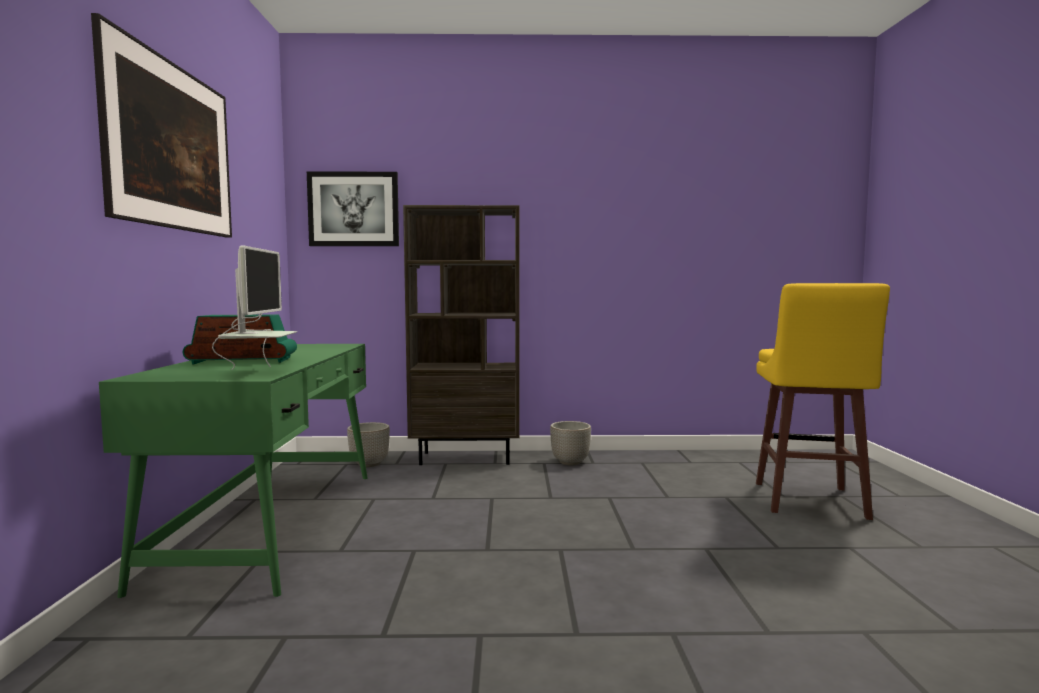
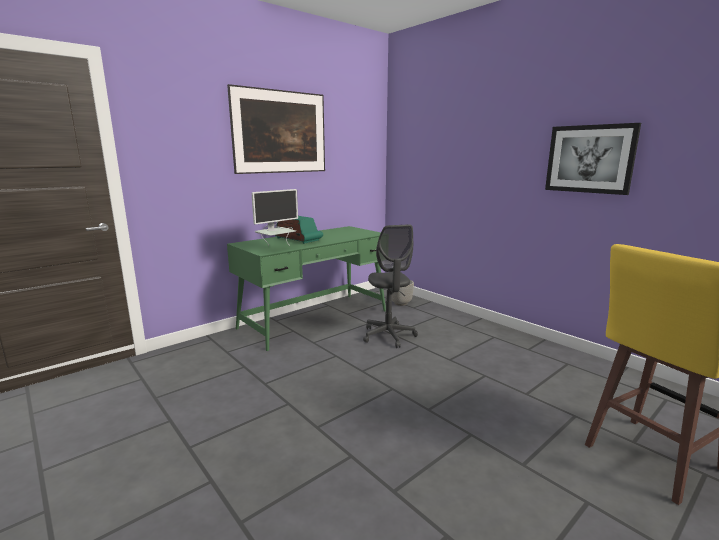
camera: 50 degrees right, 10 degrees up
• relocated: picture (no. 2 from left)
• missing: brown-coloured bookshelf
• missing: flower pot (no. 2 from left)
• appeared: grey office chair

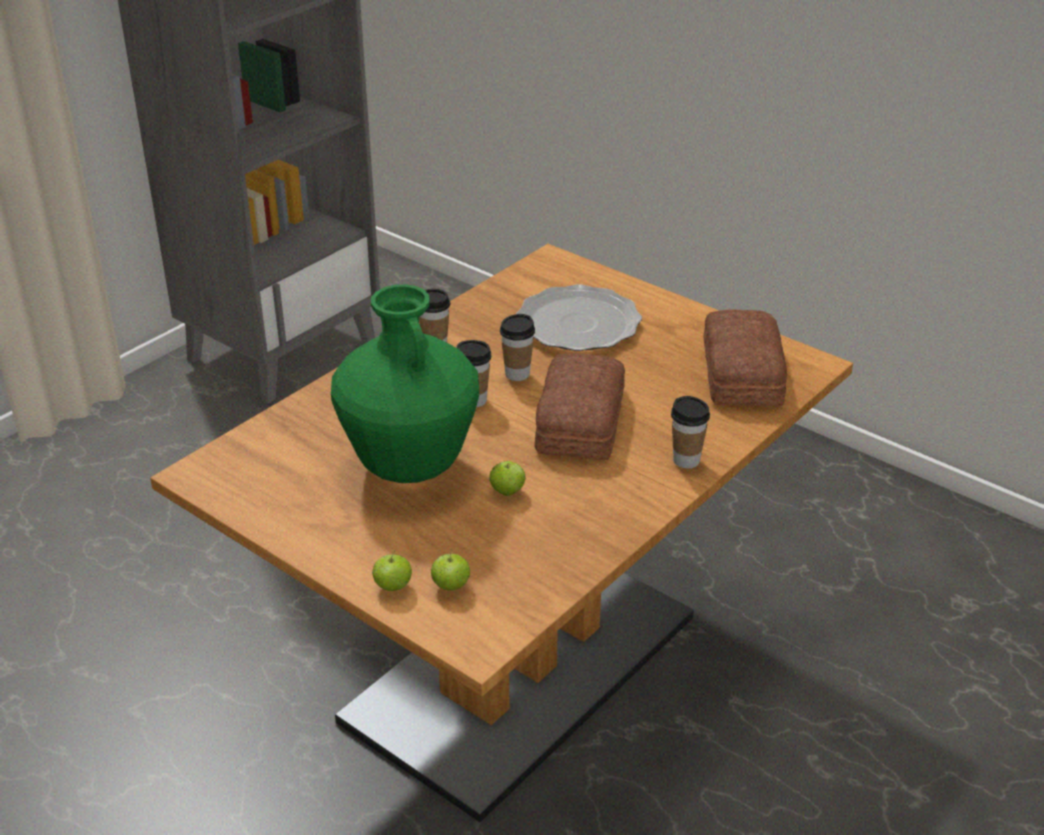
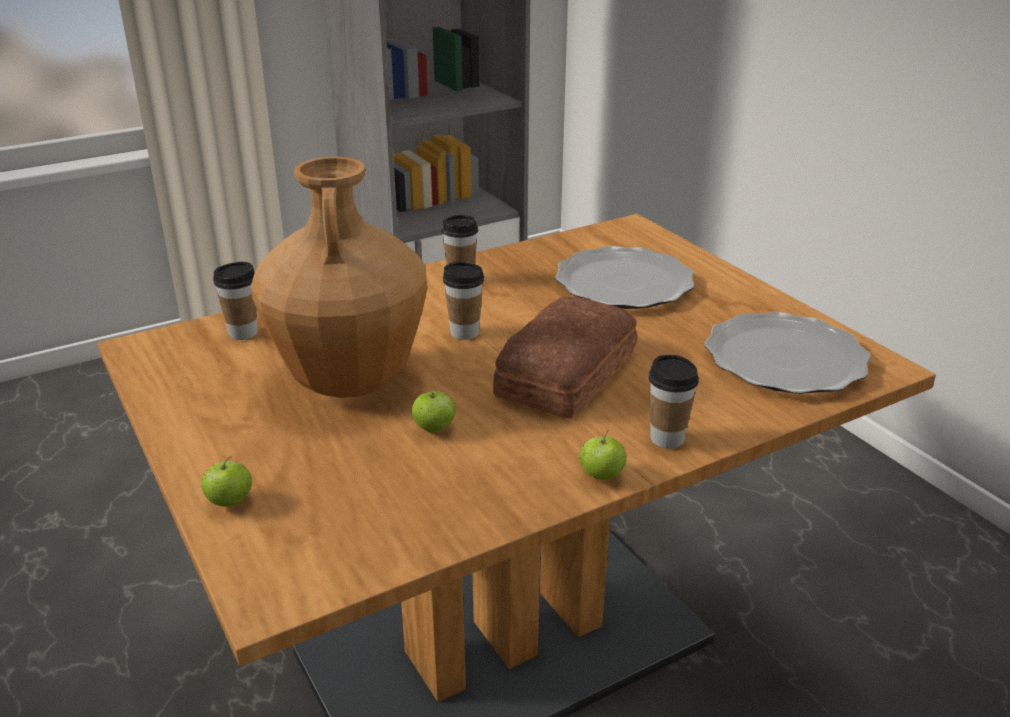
camera: 20 degrees right, 5 degrees down
• colour: green-coloured flower vase to brown-coloured flower vase
• relocated: apple fruit (no. 2 from left in the first image) to apple fruit (no. 3 from left)
• relocated: cup (no. 3 from left in the first image) to cup (no. 1 from left)
• exchanged: bread (no. 2 from left) to dinner plate (no. 2 from left)

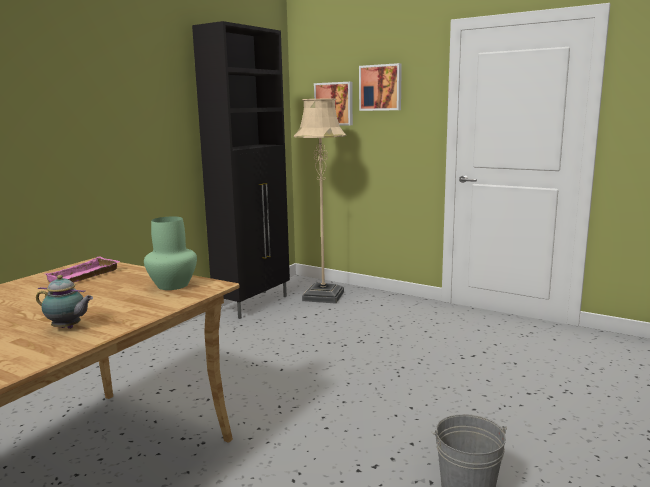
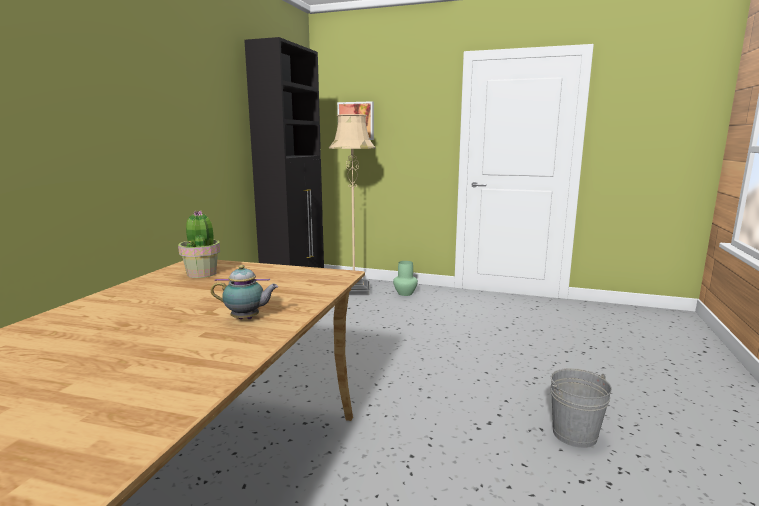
camera: 15 degrees left, 0 degrees up
• exchanged: pink-coloured serving tray to plant in a pot
• relocated: green-coloured flower vase
• missing: picture (no. 2 from left)

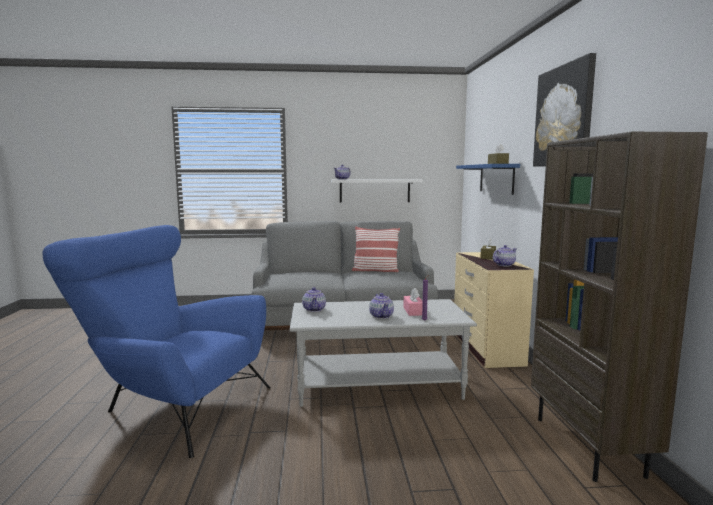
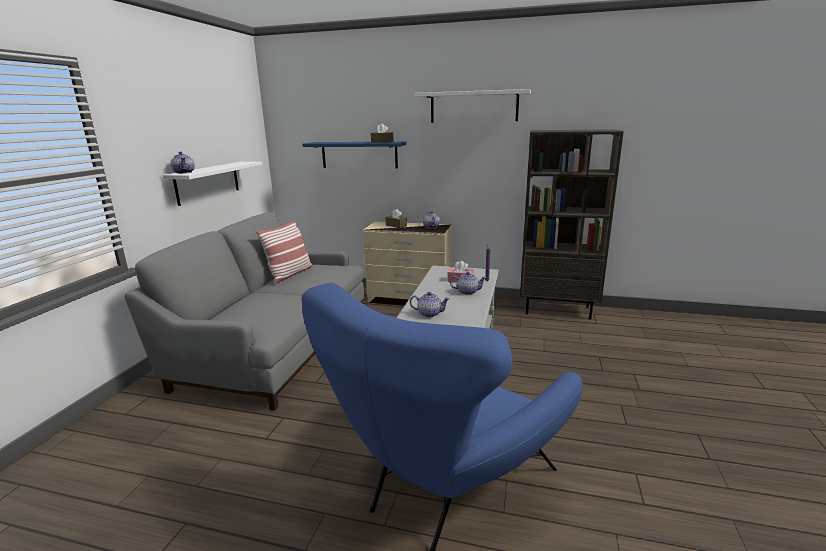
camera: 70 degrees left, 10 degrees up
• exchanged: picture to white shelf (no. 2 from left)

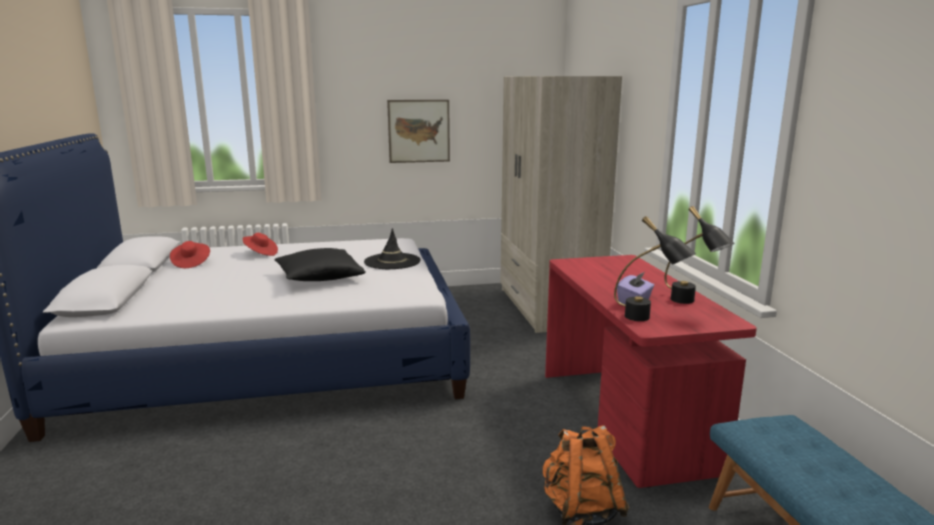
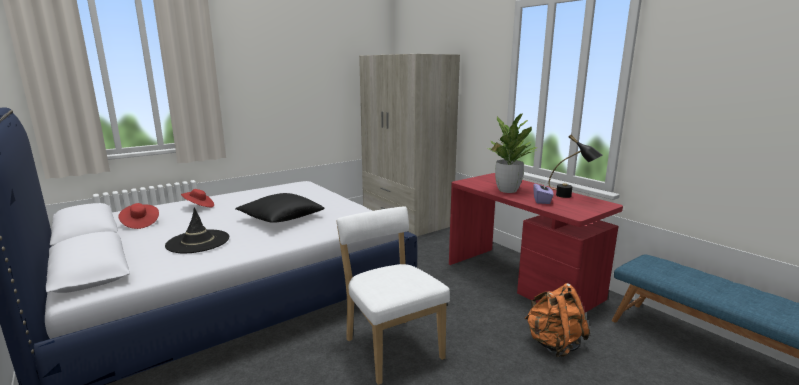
camera: 25 degrees left, 0 degrees up
• relocated: blackish wearable hat
• missing: picture
• missing: blackish lamp for a table (no. 1 from left)
• appeared: white upright chair
• appeared: plant in a pot

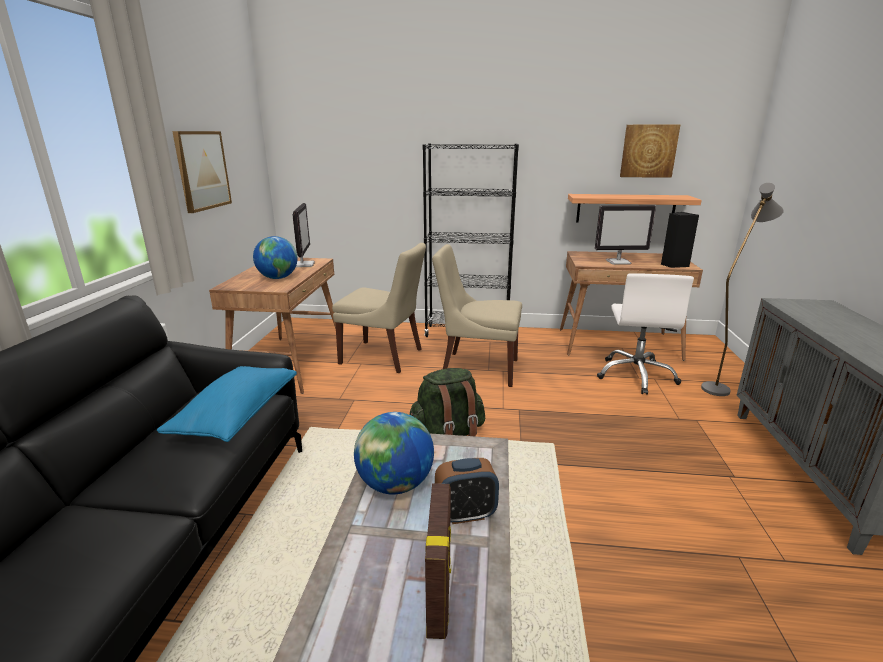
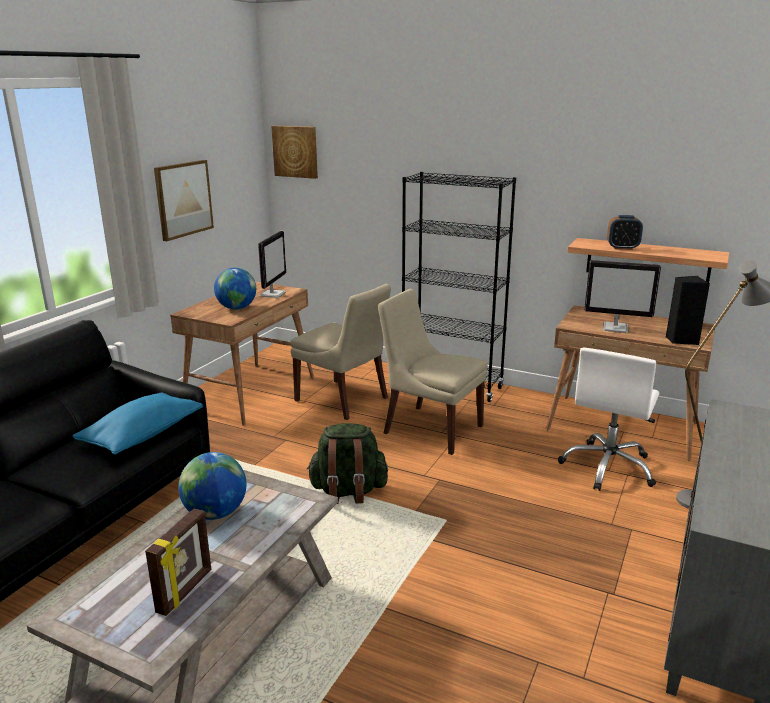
camera: 20 degrees right, 0 degrees up
• relocated: table clock
• relocated: picture (no. 2 from left)

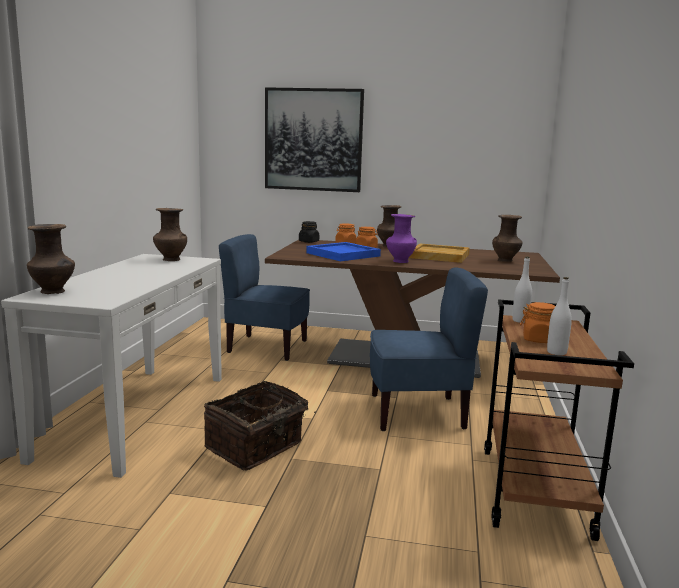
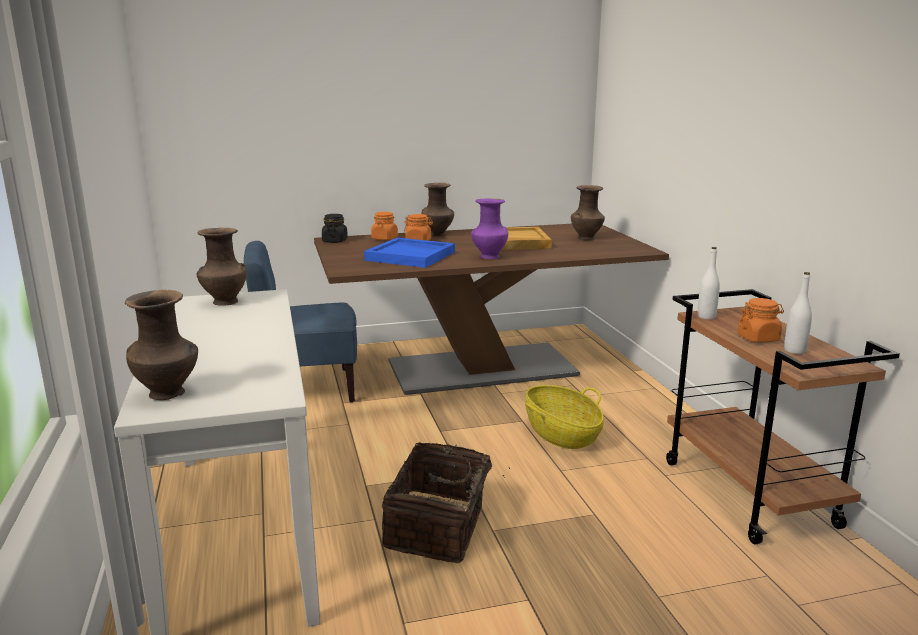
camera: 25 degrees left, 5 degrees up
• missing: picture
• exchanged: blue upright chair (no. 2 from left) to storage basket (no. 2 from left)

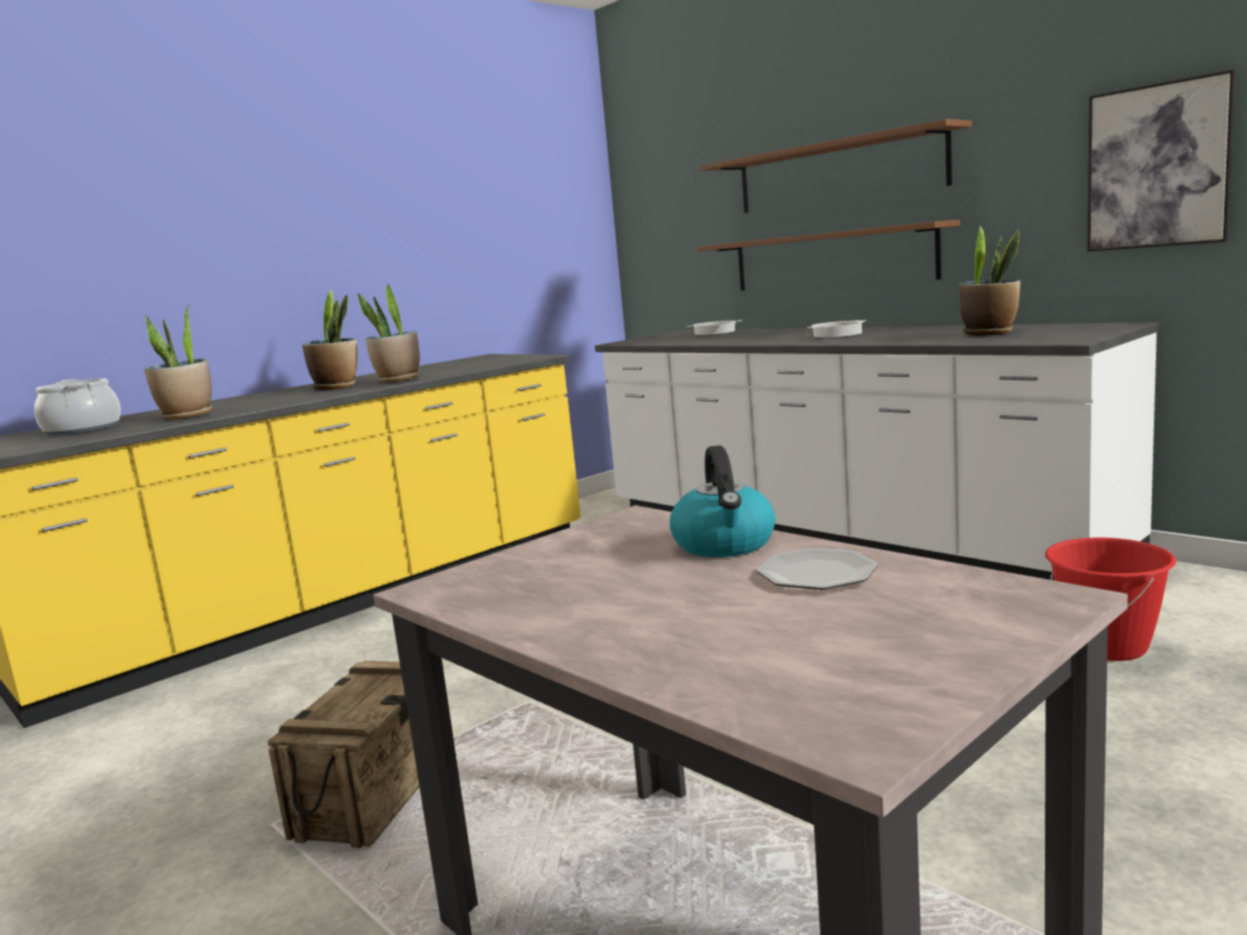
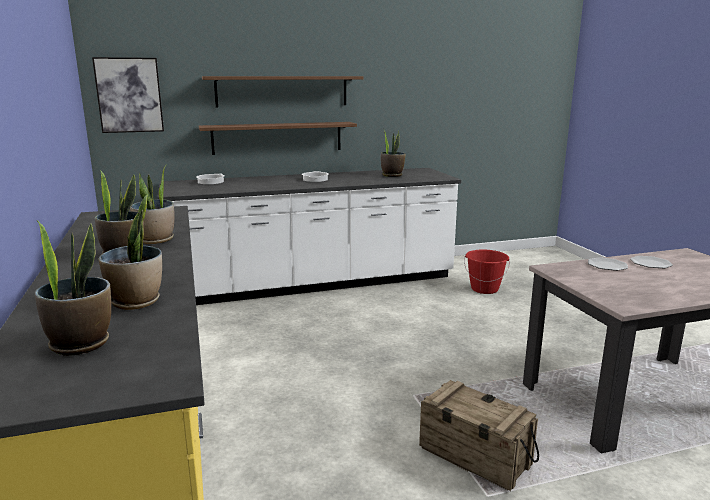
camera: 65 degrees left, 5 degrees up
• exchanged: stockpot (no. 1 from left) to plant in a pot (no. 1 from left)
• exchanged: tea kettle to dinner plate (no. 1 from left)
• relocated: picture

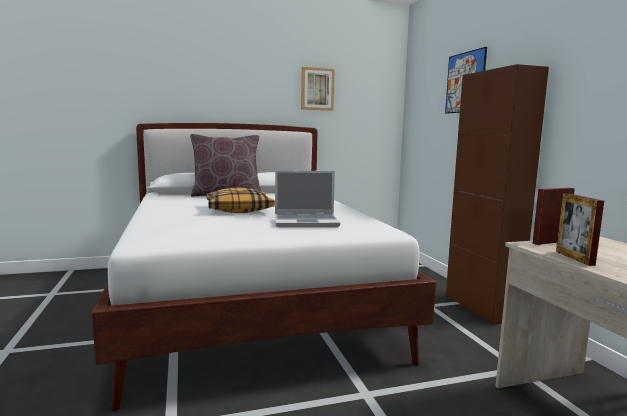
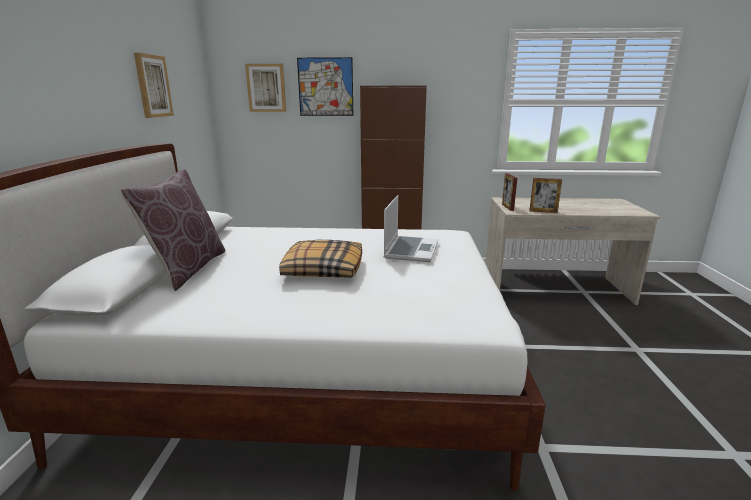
camera: 70 degrees left, 10 degrees up
• appeared: picture (no. 2 from left)

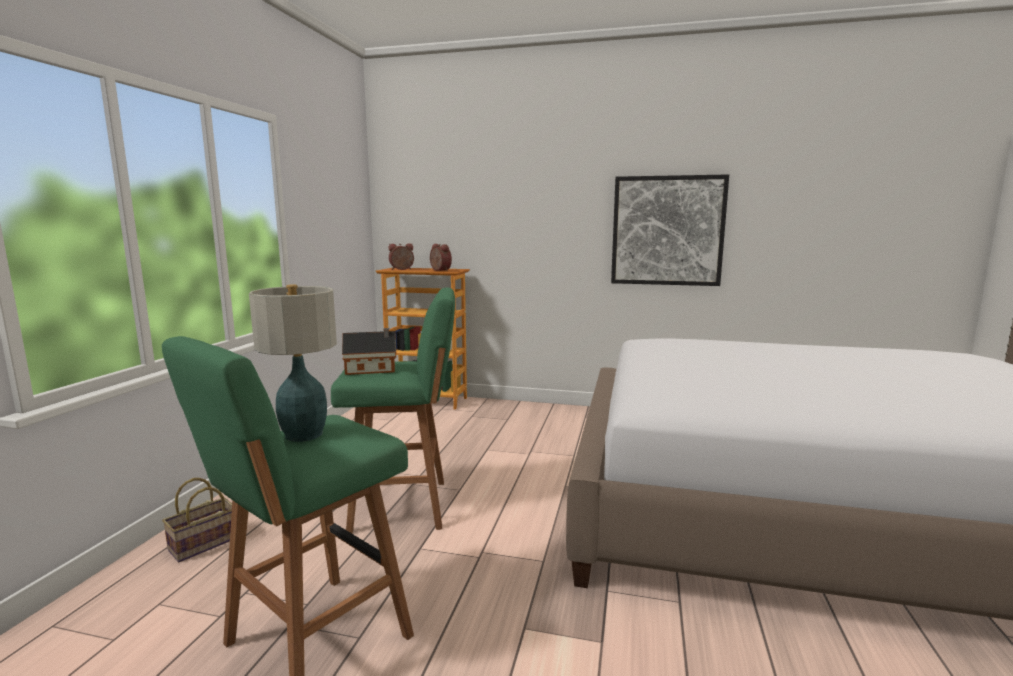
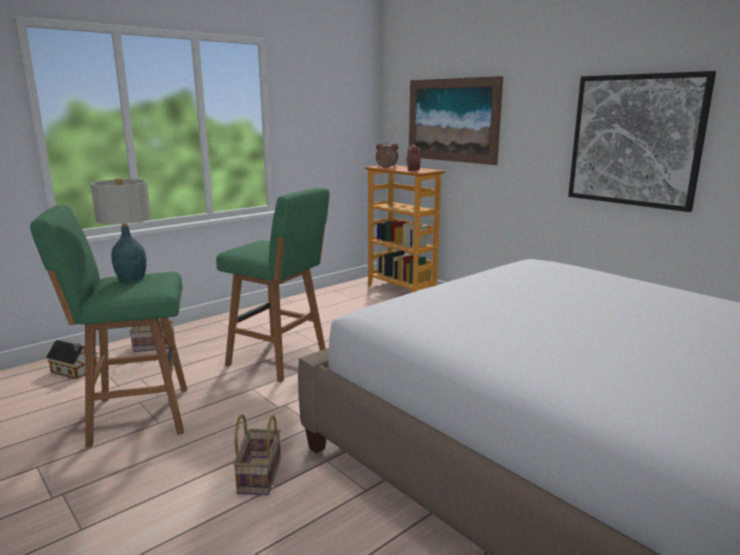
camera: 35 degrees right, 5 degrees up
• relocated: model house
• appeared: storage basket (no. 2 from left)
• appeared: picture (no. 1 from left)

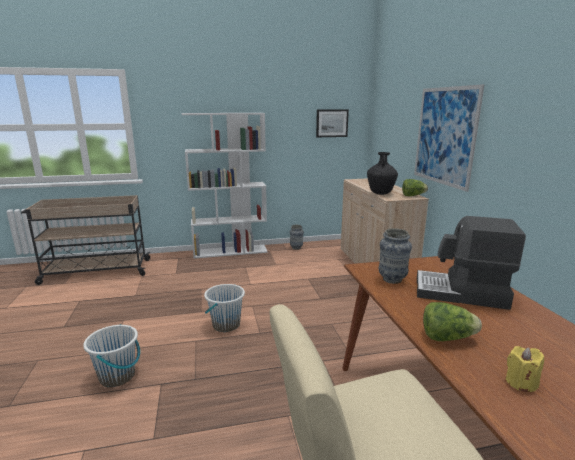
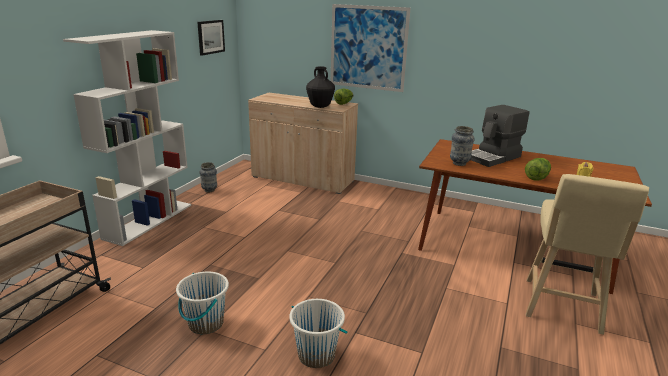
camera: 55 degrees left, 5 degrees up
• relocated: white water bucket (no. 2 from left in the first image) to white water bucket (no. 1 from left)

